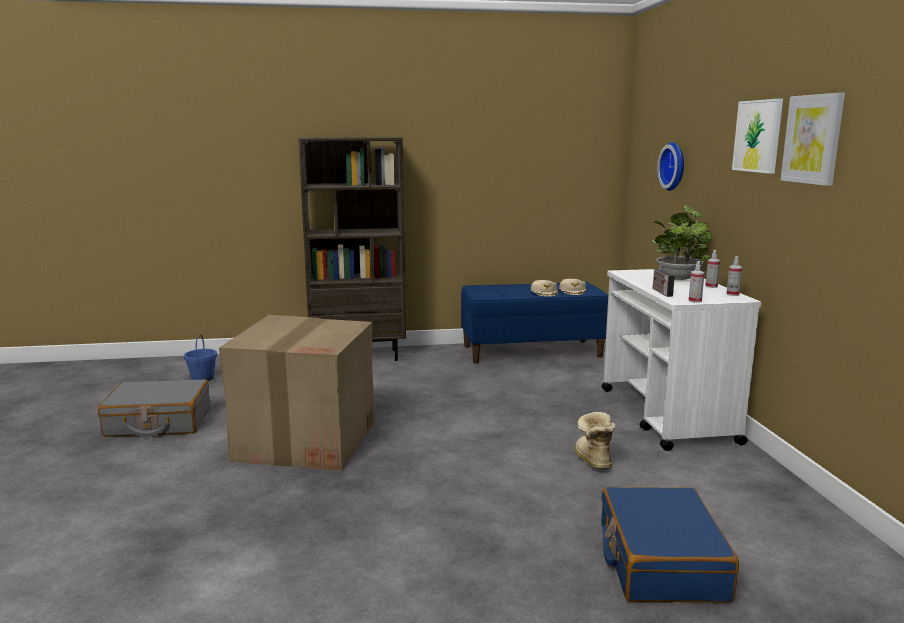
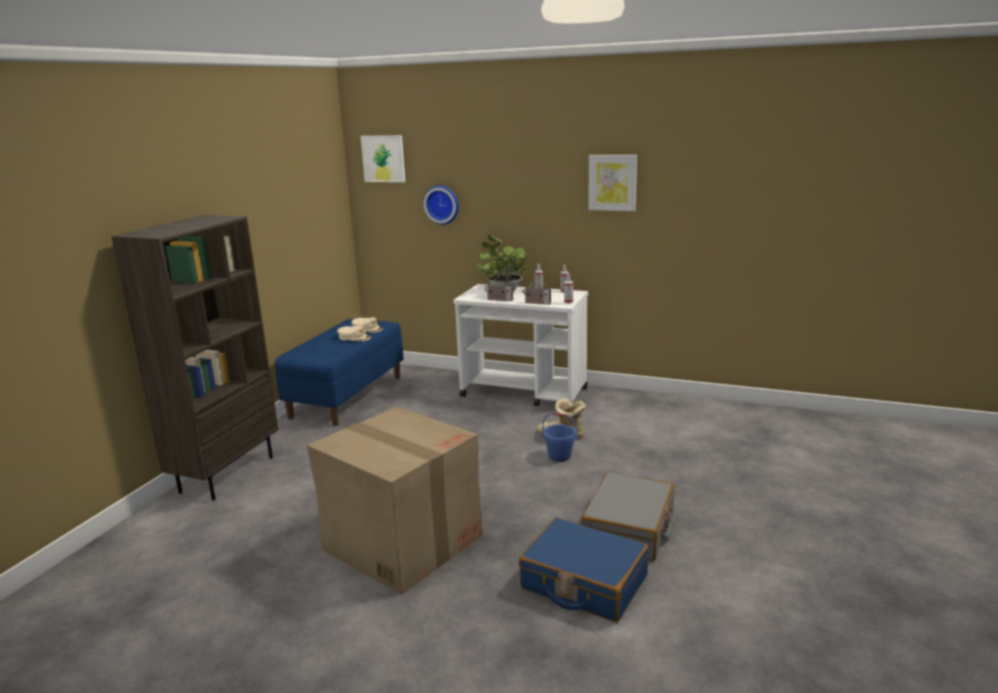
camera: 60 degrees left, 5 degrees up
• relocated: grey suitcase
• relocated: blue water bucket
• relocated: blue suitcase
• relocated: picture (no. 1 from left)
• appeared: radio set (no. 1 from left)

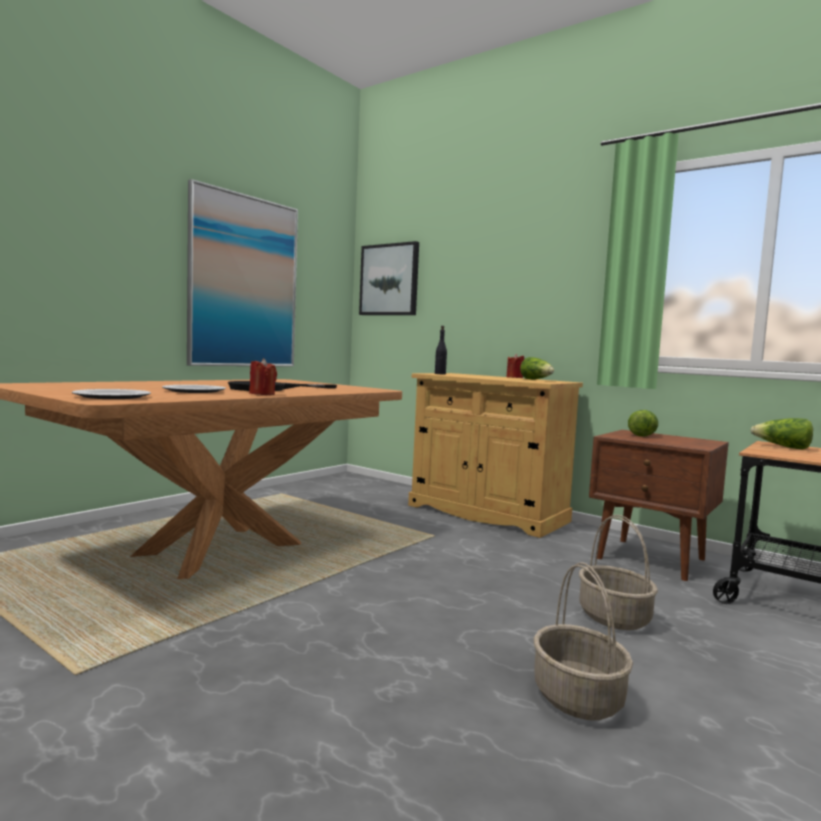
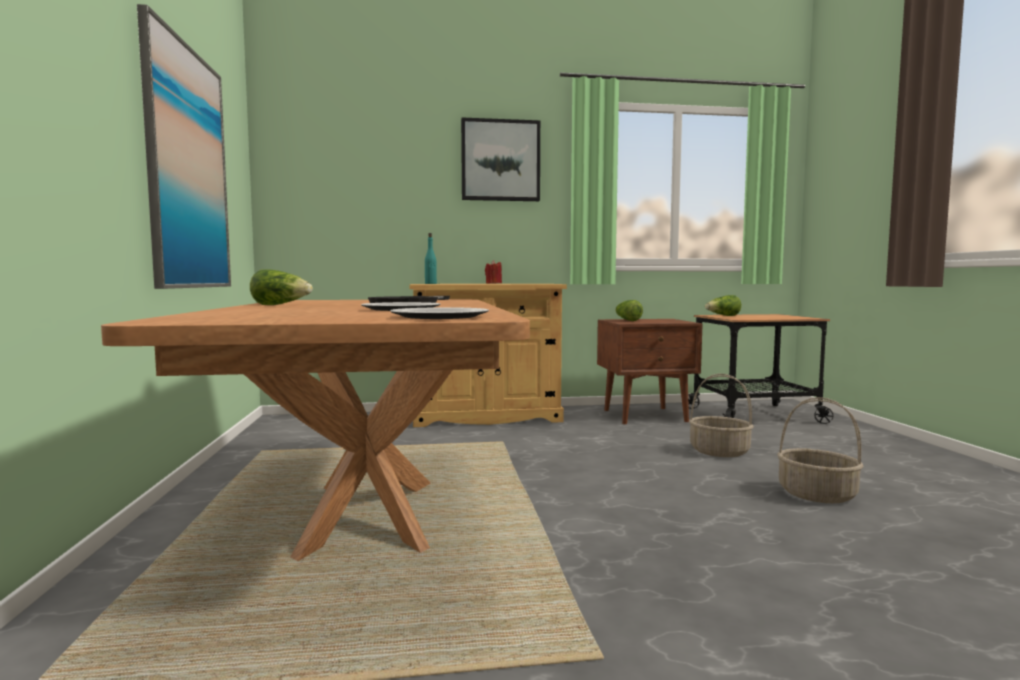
camera: 45 degrees left, 0 degrees up
• missing: red candle (no. 1 from left)
• relocated: picture (no. 2 from left)
• colour: blackish drink bottle to turquoise drink bottle
• relocated: head of lettuce (no. 1 from left)

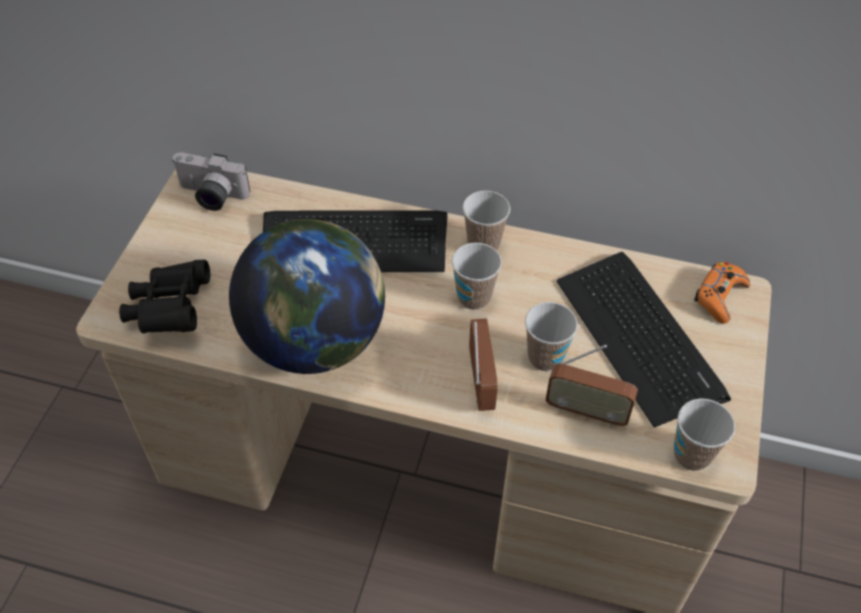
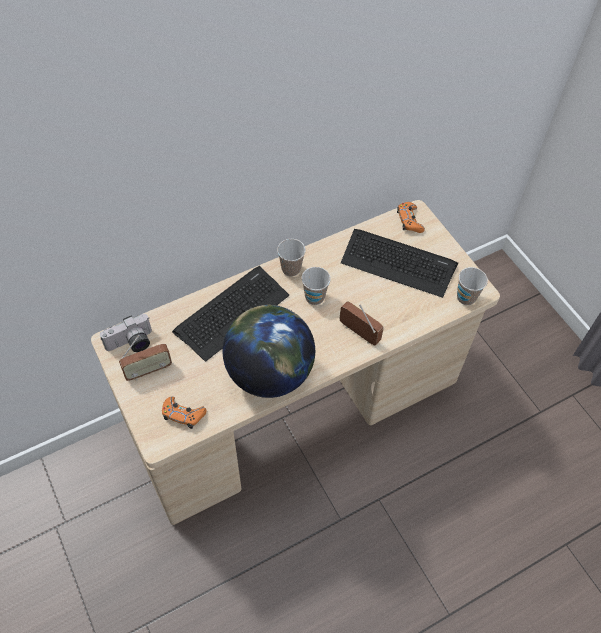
camera: 45 degrees left, 5 degrees up
• exchanged: blackish field glasses to orangey joypad (no. 1 from left)
• missing: cup (no. 3 from left)
• relocated: radio set (no. 2 from left in the first image) to radio set (no. 1 from left)

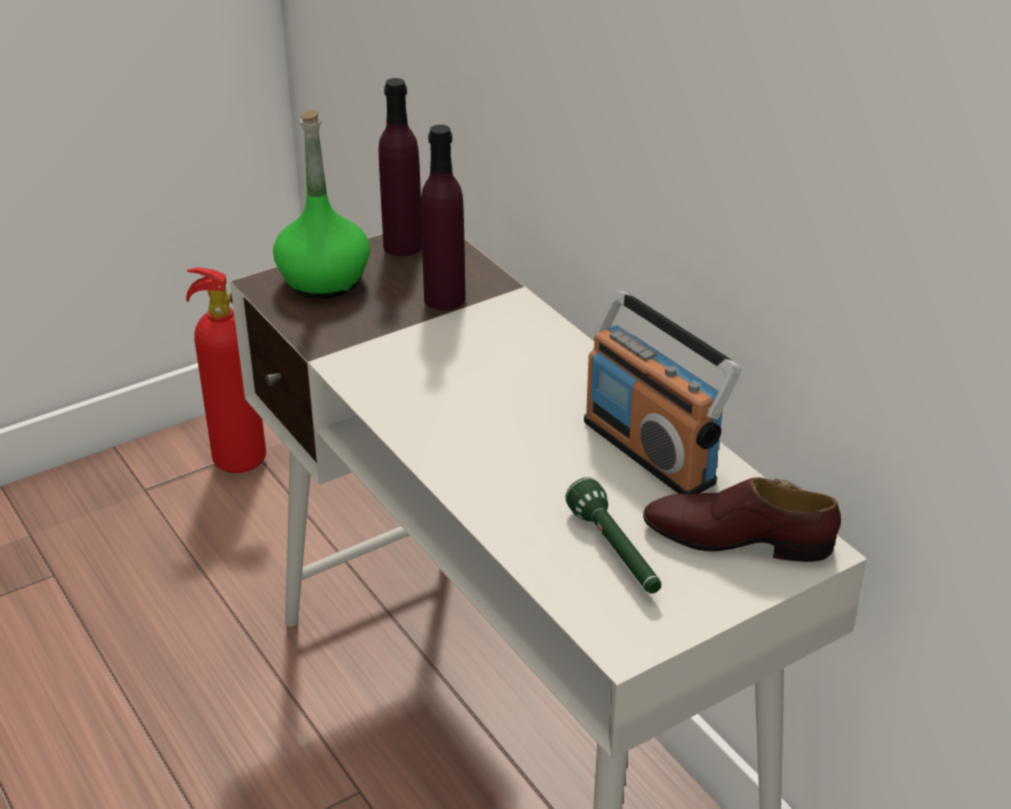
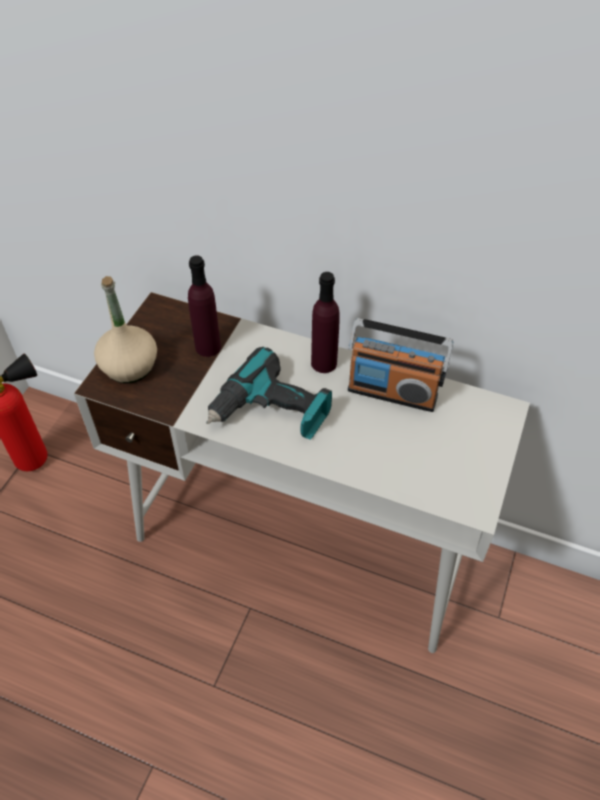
camera: 35 degrees left, 15 degrees up
• colour: green-coloured drink bottle to beige drink bottle
• relocated: purplish drink bottle (no. 1 from left in the first image) to purplish drink bottle (no. 2 from left)
• missing: green-coloured hand torch
• missing: brown-coloured low shoe
• appeared: power drill

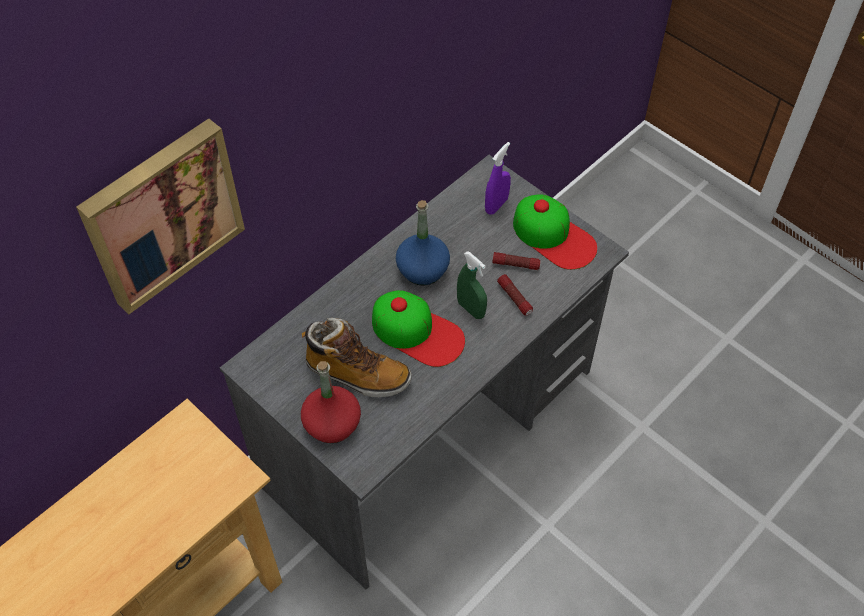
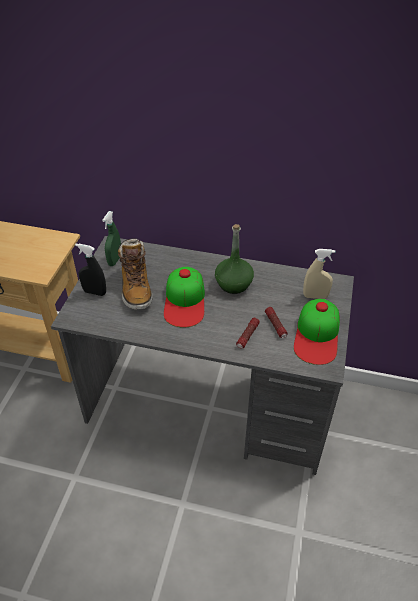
camera: 60 degrees right, 10 degrees down
• missing: picture
• exchanged: red drink bottle to blackish spray bottle
• colour: blue drink bottle to green-coloured drink bottle
• relocated: green-coloured spray bottle
• colour: purplish spray bottle to beige spray bottle

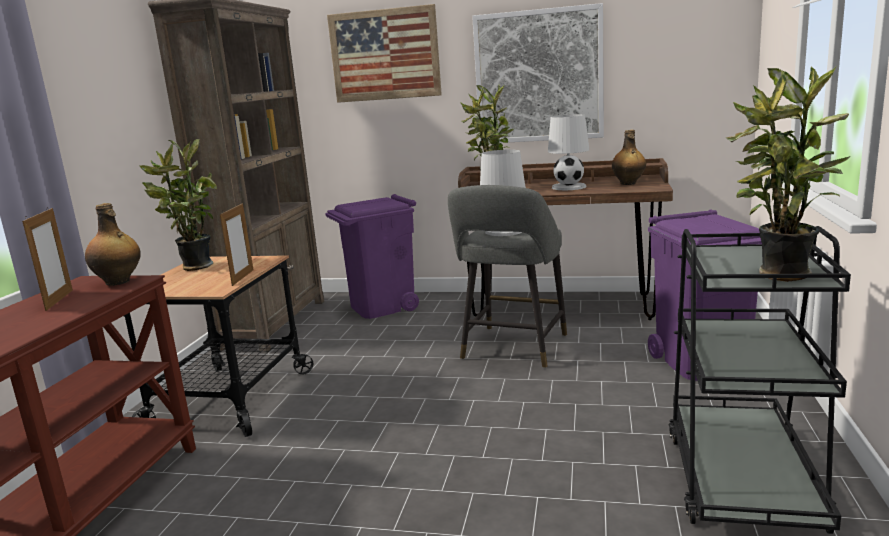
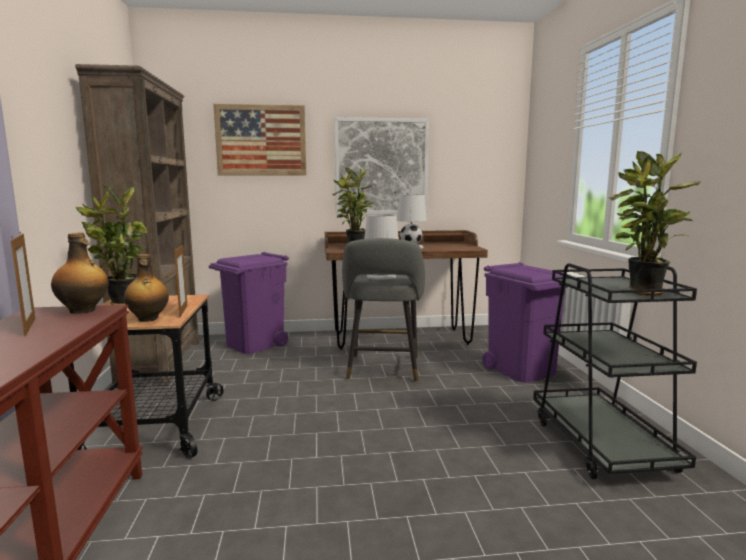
camera: 20 degrees left, 5 degrees down
• relocated: drink bottle (no. 2 from left)

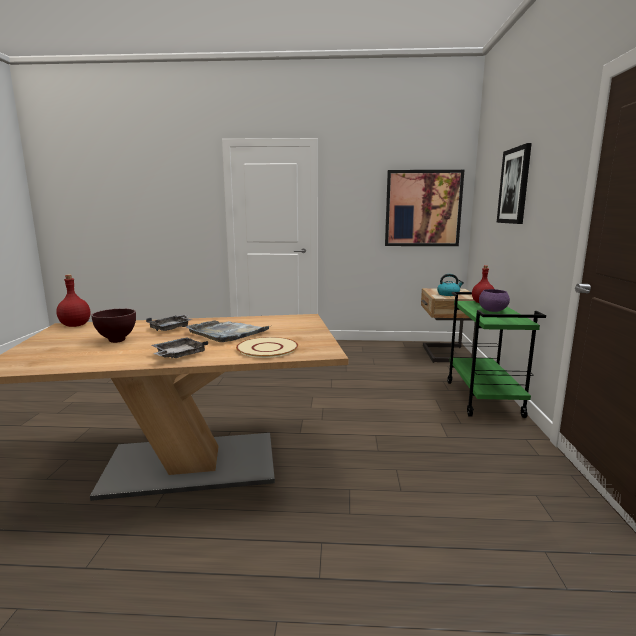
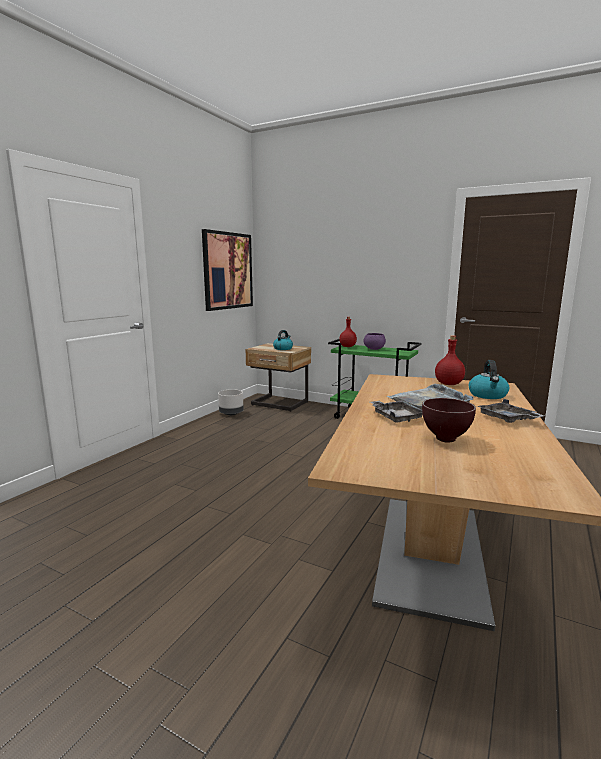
camera: 65 degrees left, 0 degrees up
• relocated: red drink bottle (no. 1 from left in the first image) to red drink bottle (no. 2 from left)
• exchanged: beige dinner plate to tea kettle (no. 2 from left)
• missing: picture (no. 2 from left)
• appeared: grey flower pot

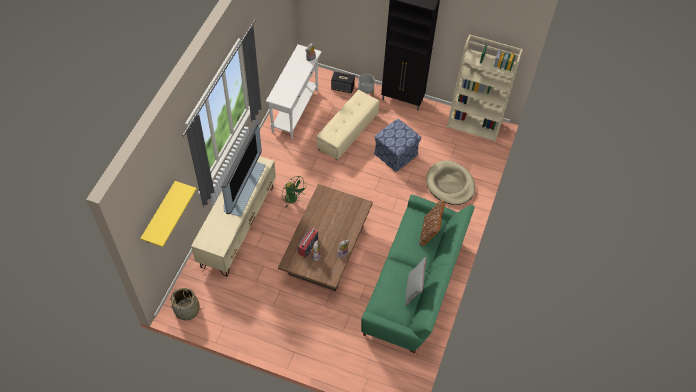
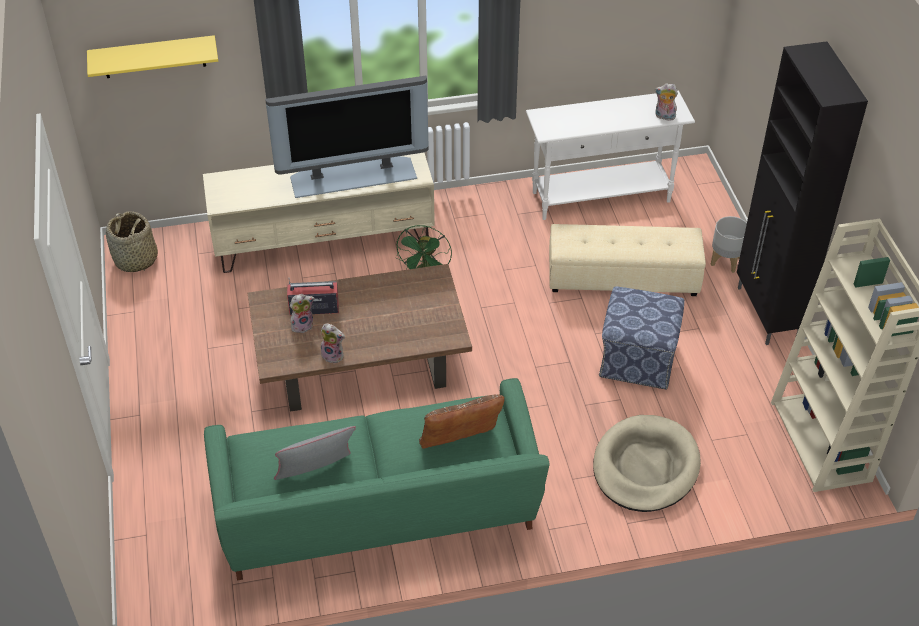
camera: 60 degrees right, 10 degrees down
• missing: audio speaker

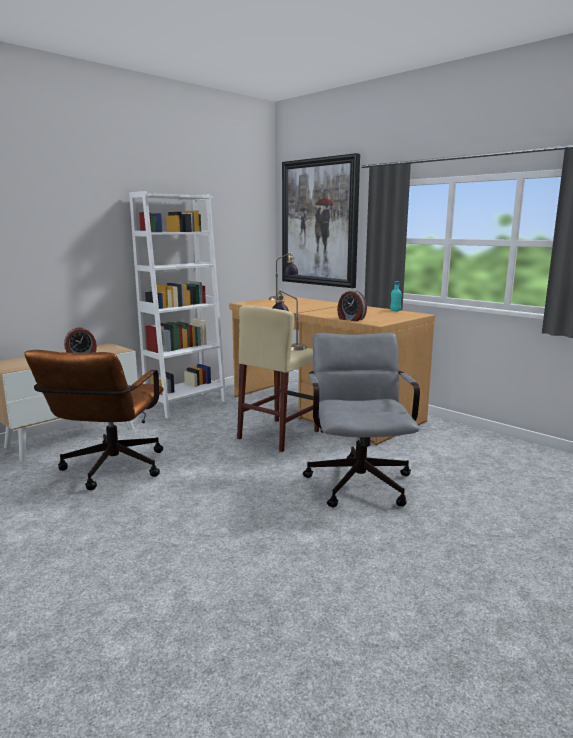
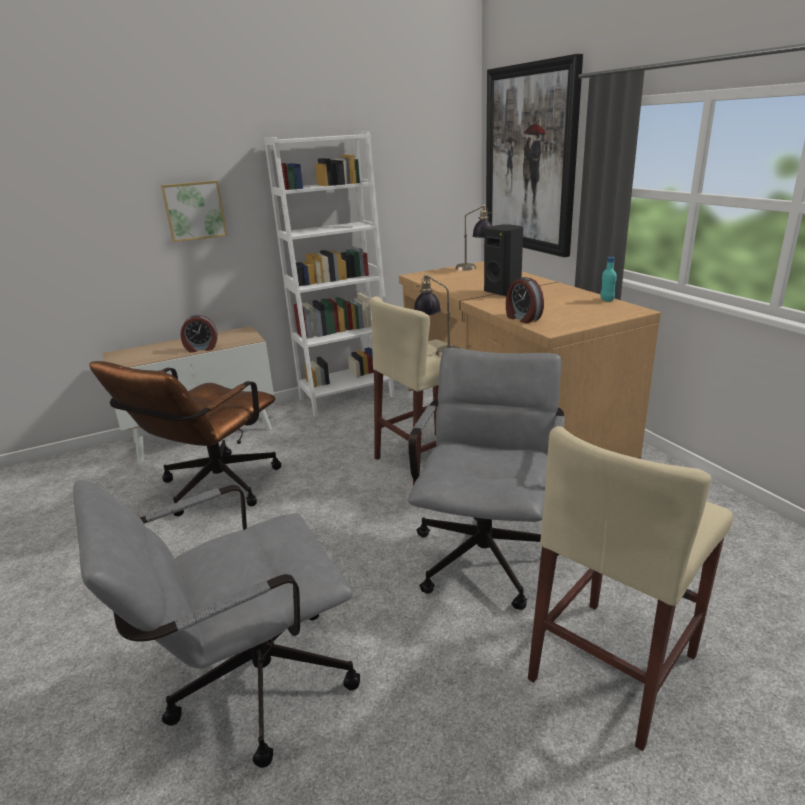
camera: 20 degrees right, 10 degrees up
• appeared: grey office chair (no. 1 from left)
• appeared: picture (no. 1 from left)
• appeared: blackish audio speaker
• appeared: beige stool (no. 2 from left)

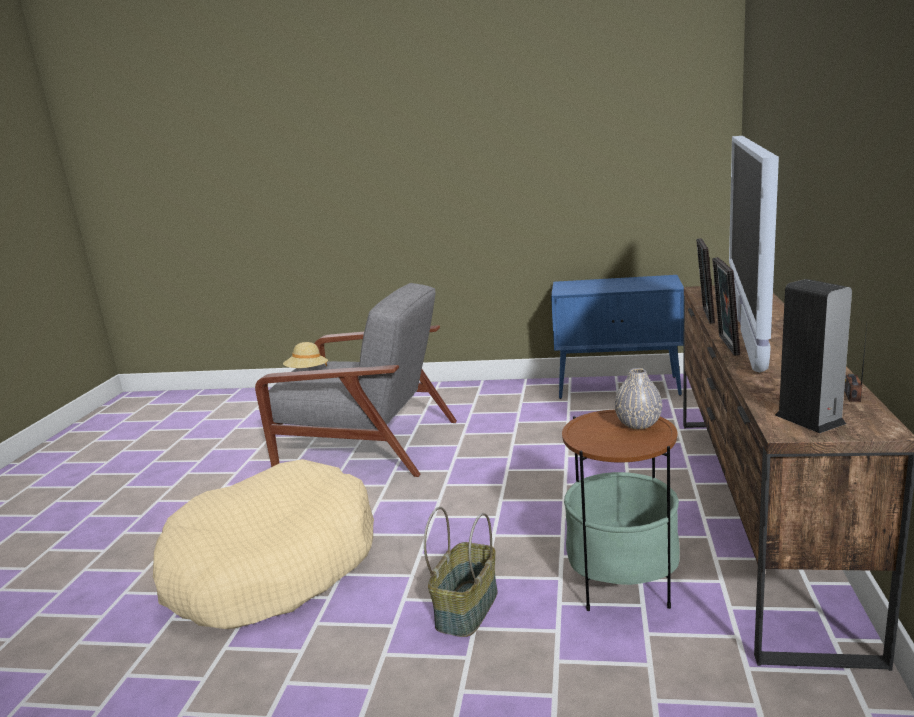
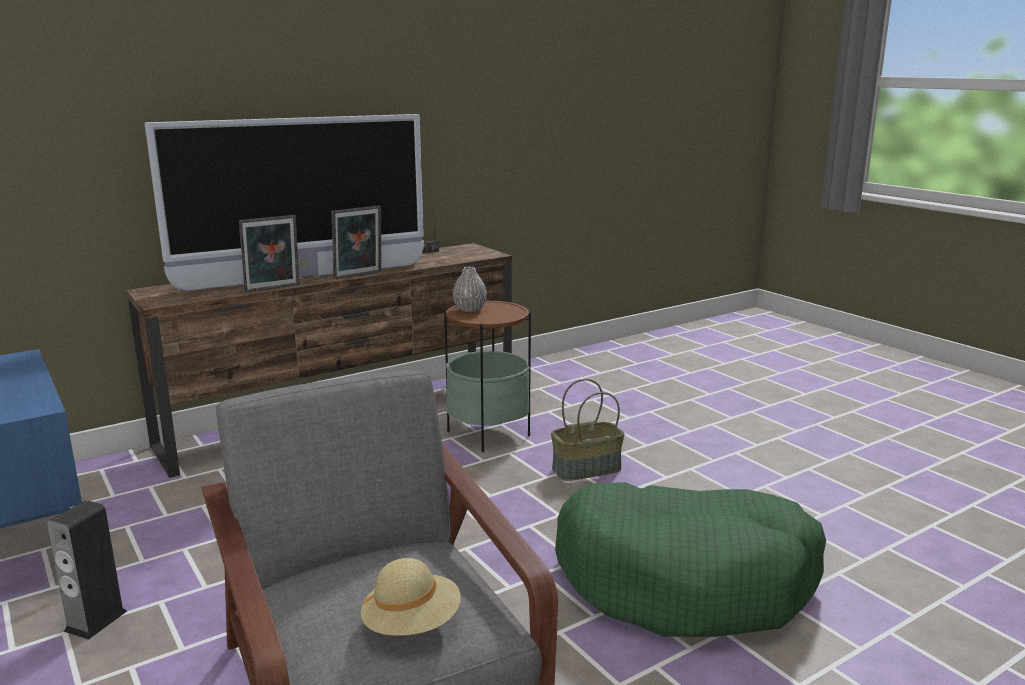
camera: 135 degrees left, 0 degrees up
• colour: beige dog cushion to green-coloured dog cushion
• relocated: audio speaker

